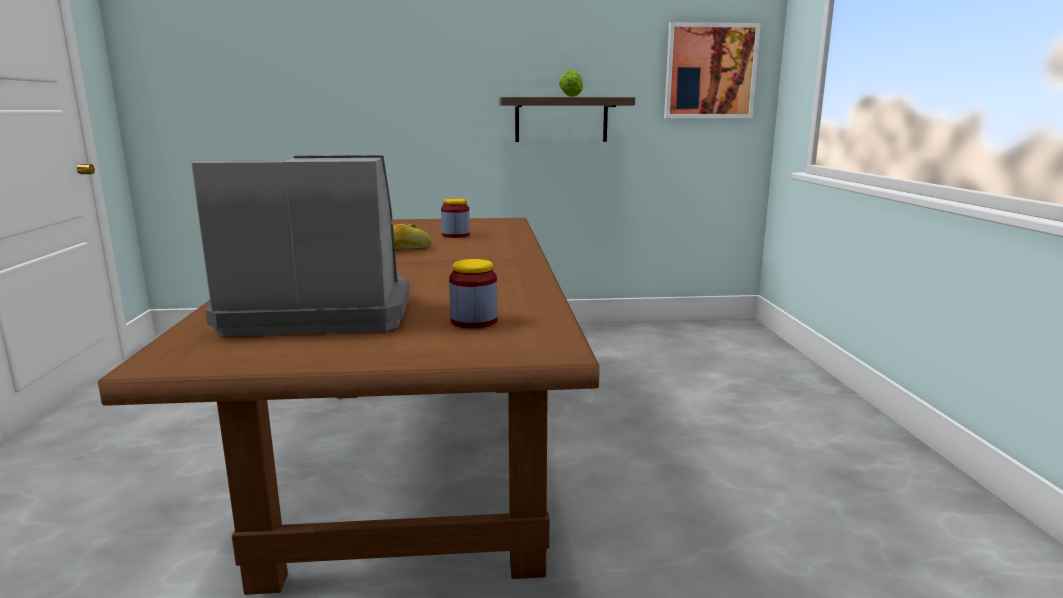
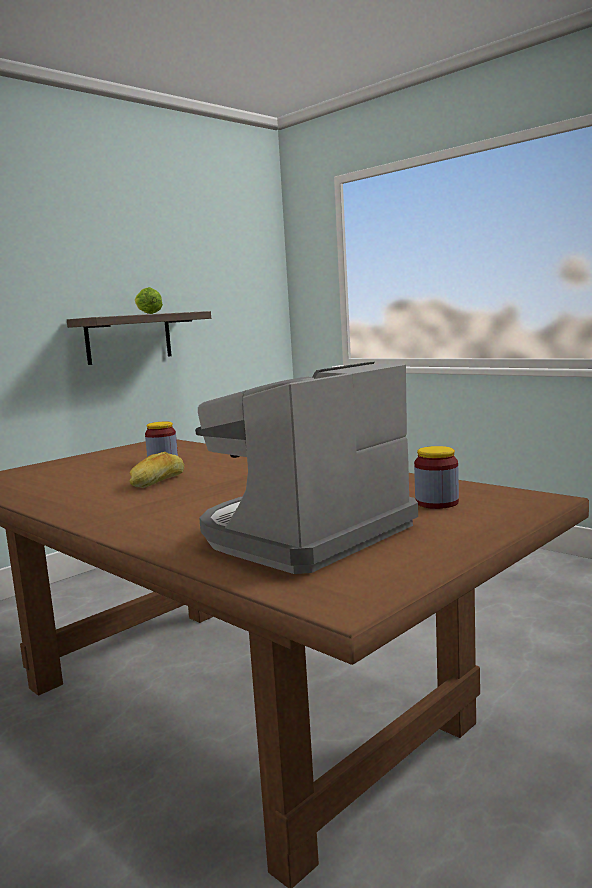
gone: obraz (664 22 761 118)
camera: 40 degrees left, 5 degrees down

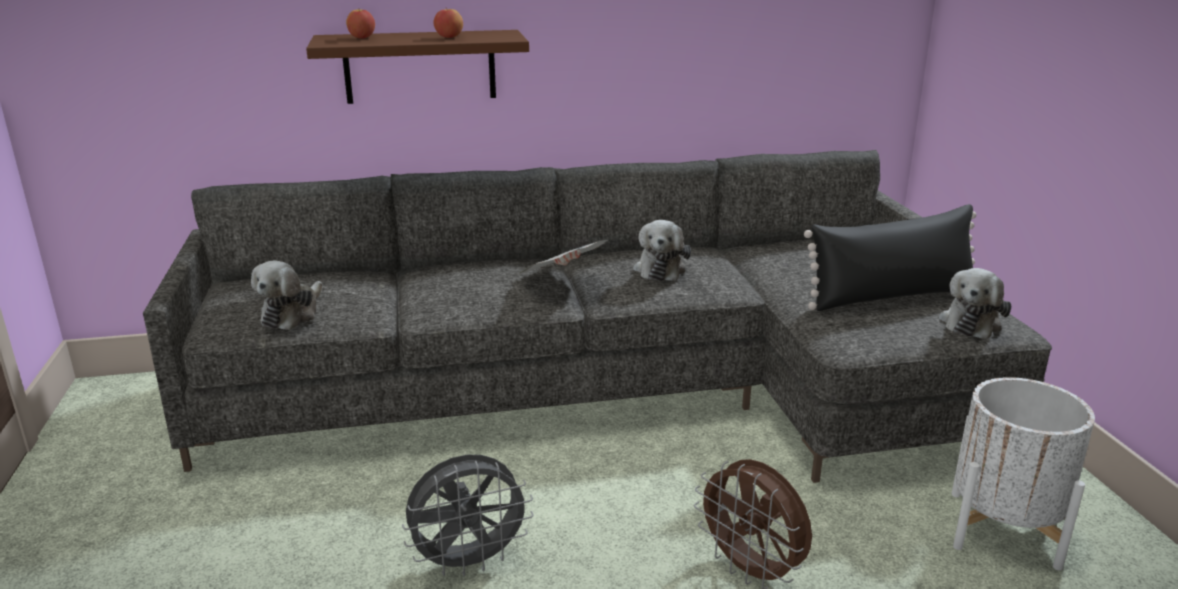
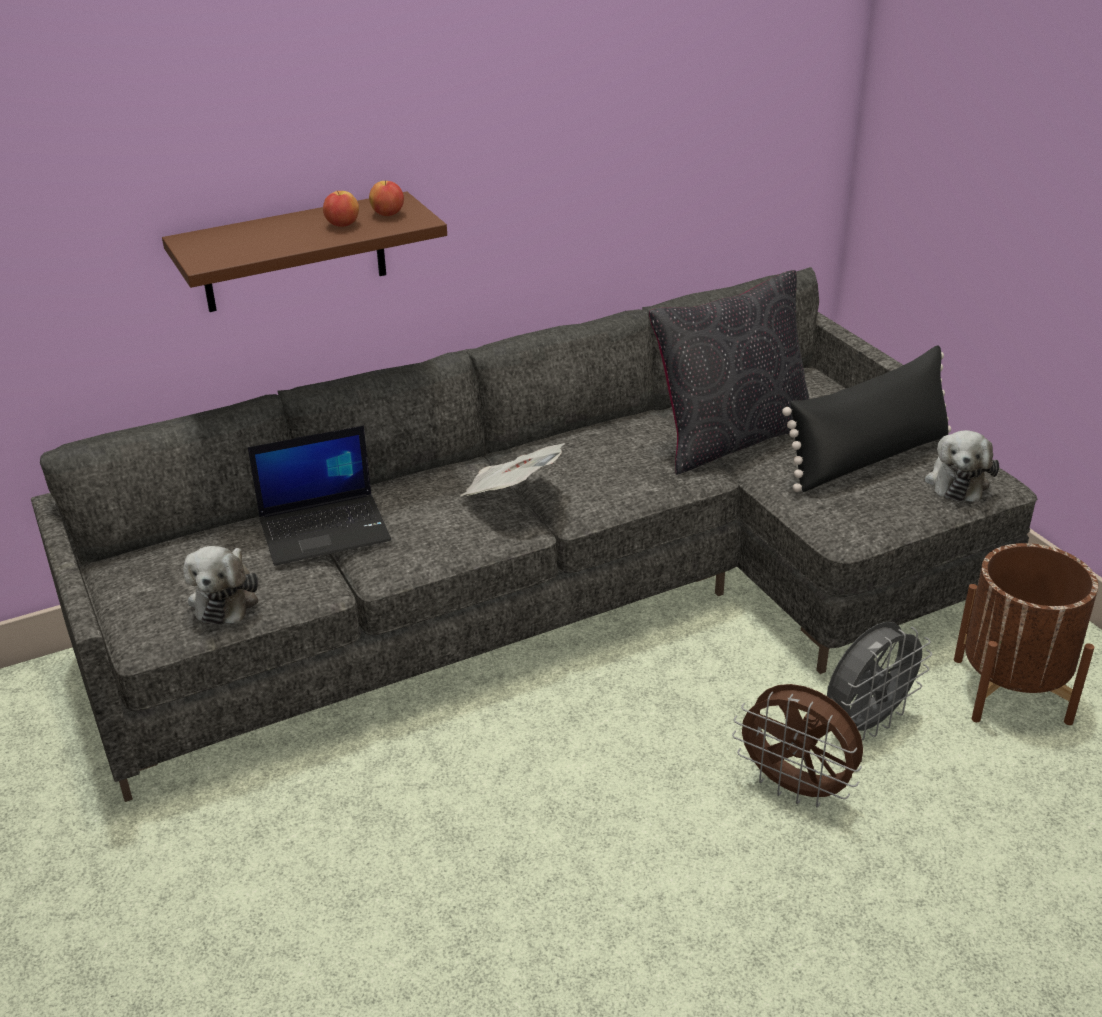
gone: pluszak (633 220 691 281)
new: laptop (248 426 391 566); poduszka [czarny] (649 270 809 475)
shifted: jabłko (346 9 375 39) to (369 181 404 216); wentylator [szary] (402 455 533 576) to (827 622 932 740)
repainted: donica [biały] (951 377 1095 571) to donica [brązowy] (954 543 1098 725)
camera: 15 degrees left, 10 degrees up

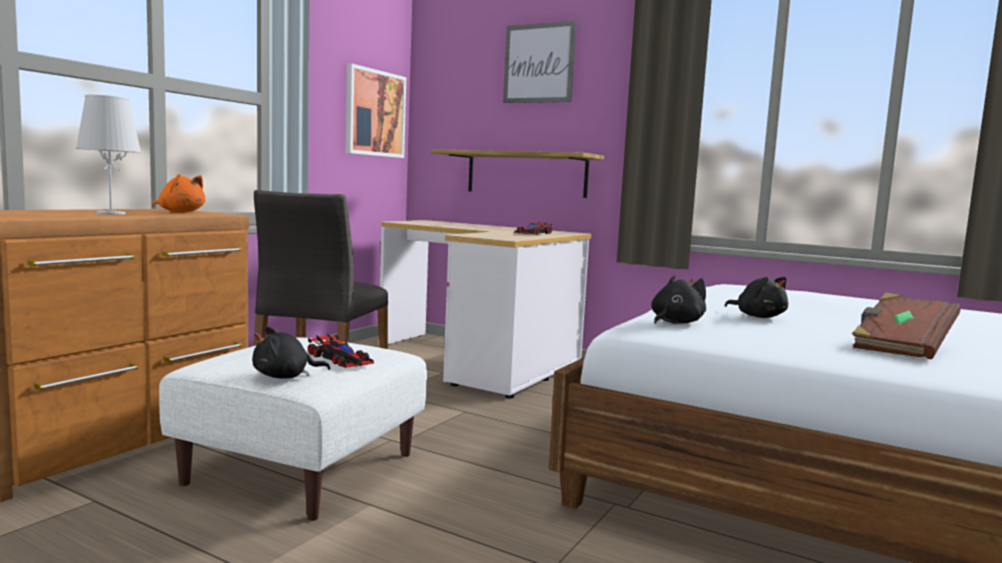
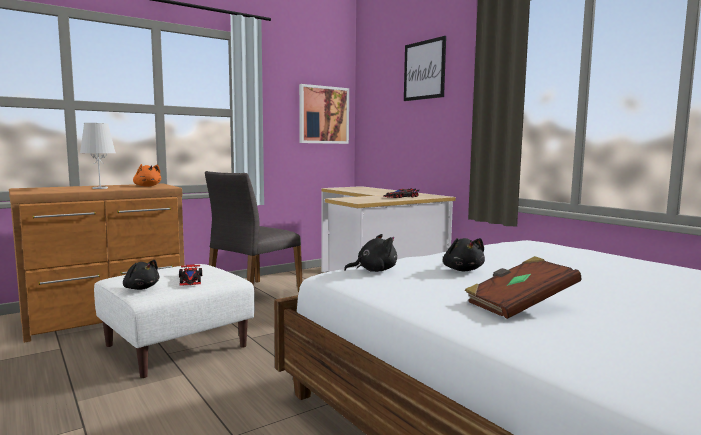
gone: półka (431 149 604 198)
rotated: pluszak [czarny] (252 326 330 379) = (123 260 159 290) 150 degrees counterclockwise
camera: 25 degrees right, 0 degrees up

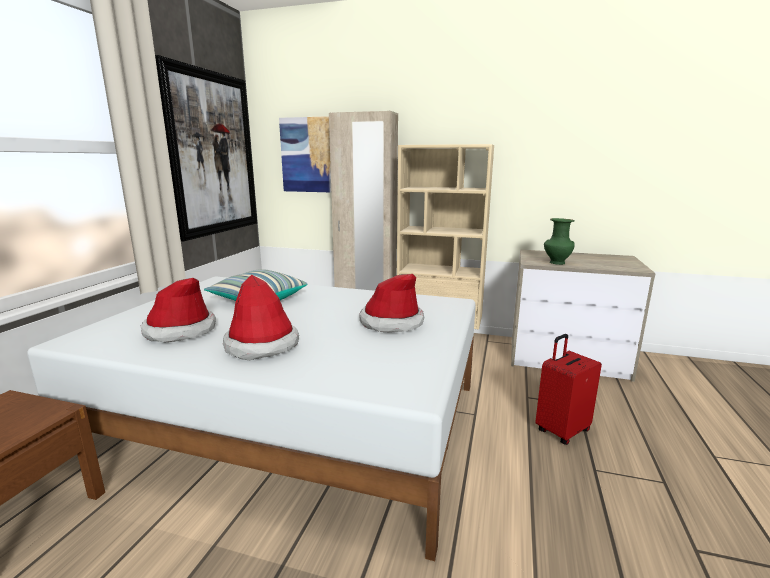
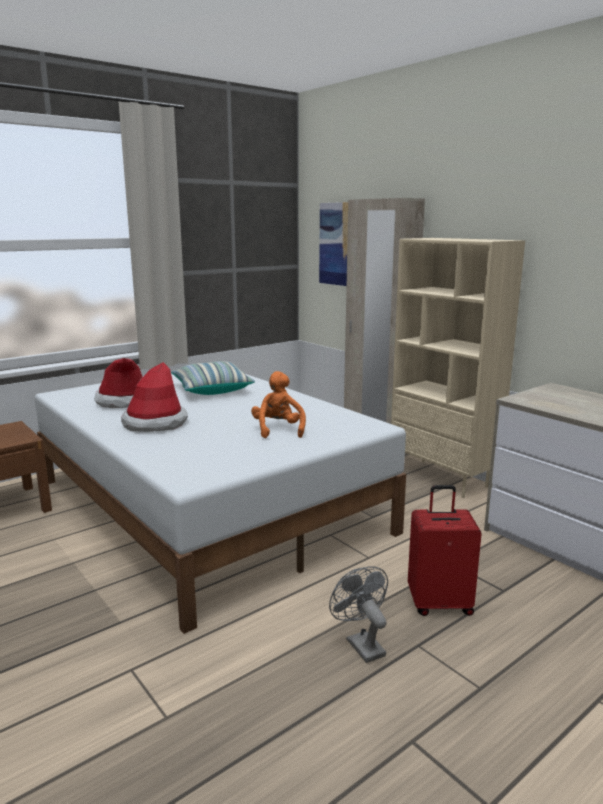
gone: obraz (155 55 257 241); wazon [zielony] (544 218 575 265)
new: wentylator [szary] (329 566 388 663)
swapped: kapelusz (359 274 424 333) to pluszak [pomarańczowy] (251 371 306 438)
camera: 35 degrees right, 0 degrees up

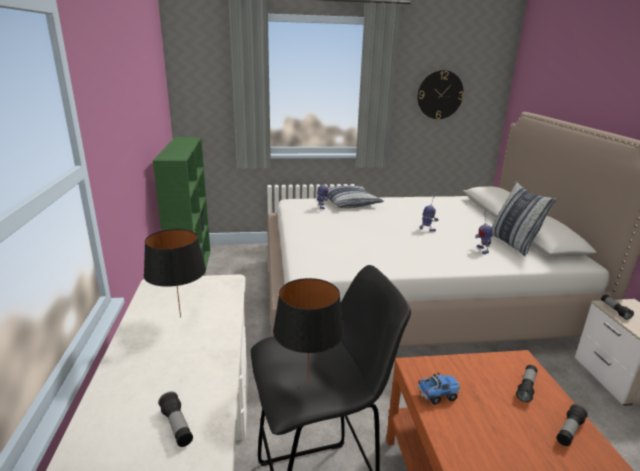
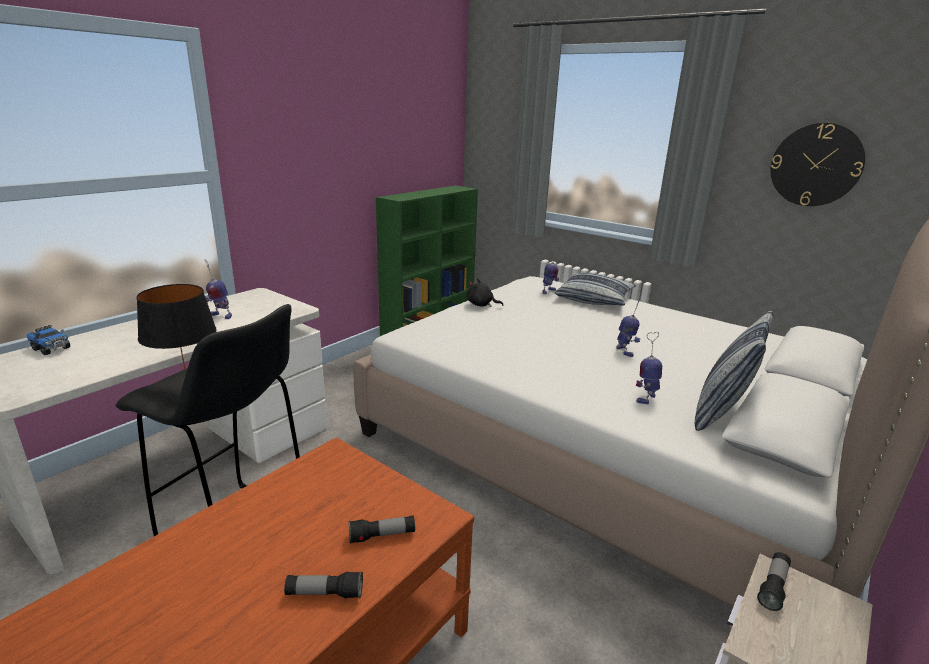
gone: latarka (158 392 193 447)
new: pluszak [czarny] (467 278 504 307)
shifted: ciężarówka zabawkowa (417 373 460 405) to (26 325 70 355)
swapped: lampa stołowa [czarny] (144 229 206 318) to robot zabawkowy (205 259 232 319)
camera: 45 degrees right, 0 degrees up

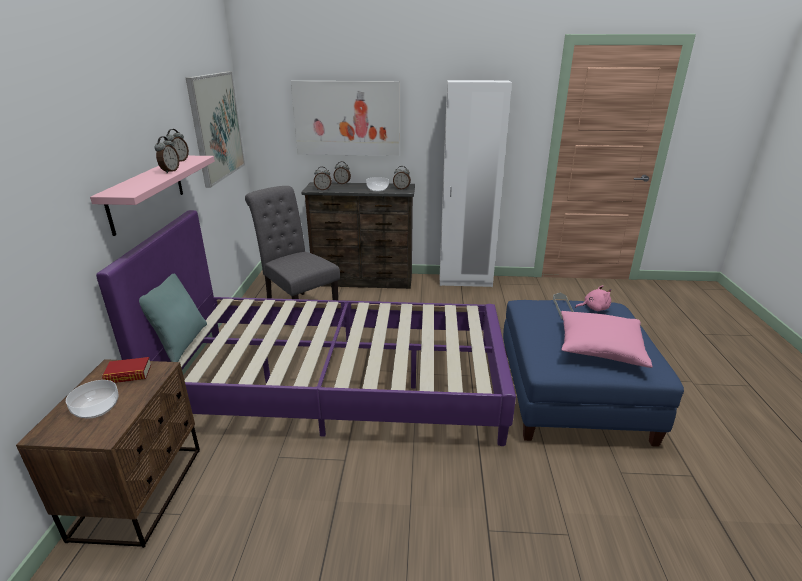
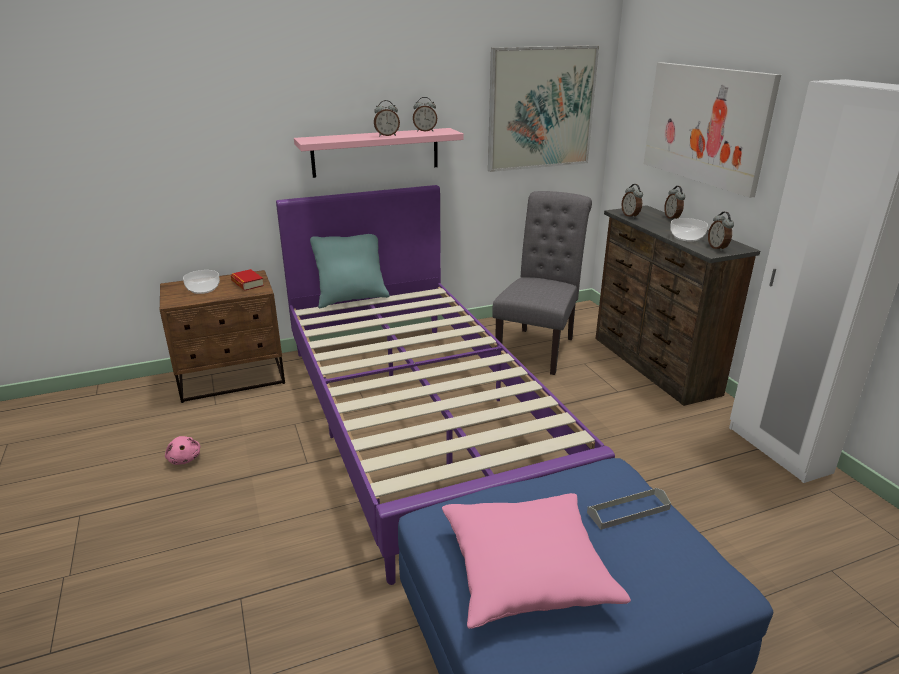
shifted: pluszak [różowy] (575 285 611 311) to (165 436 200 465)
camera: 65 degrees right, 0 degrees up

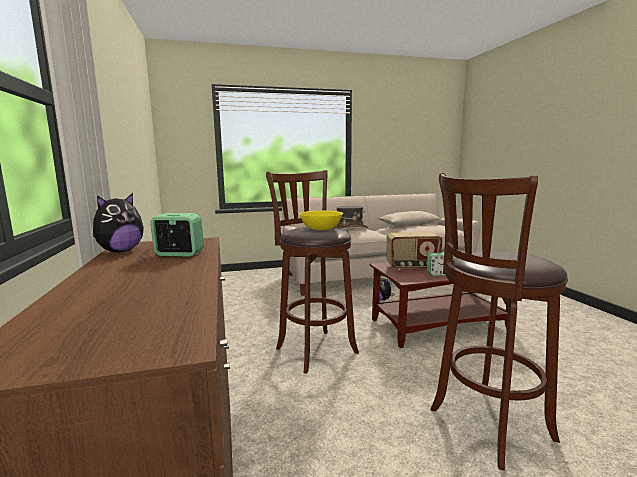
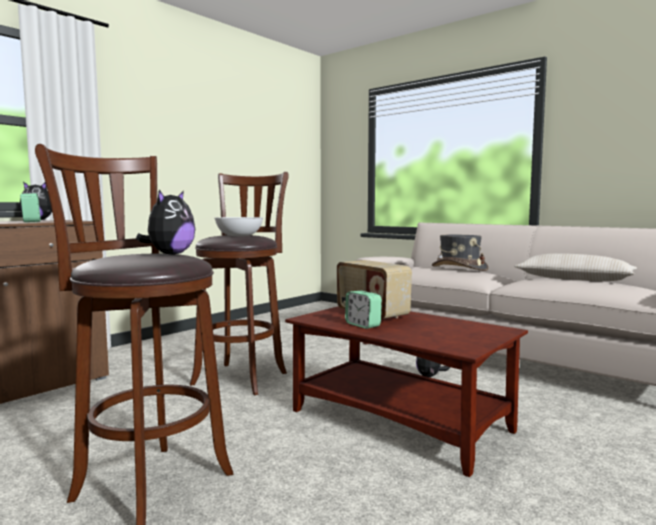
new: pluszak (136 190 195 255)
repainted: miska [żółty] (299 211 343 230) to miska [biały] (215 217 264 236)
camera: 55 degrees right, 5 degrees down

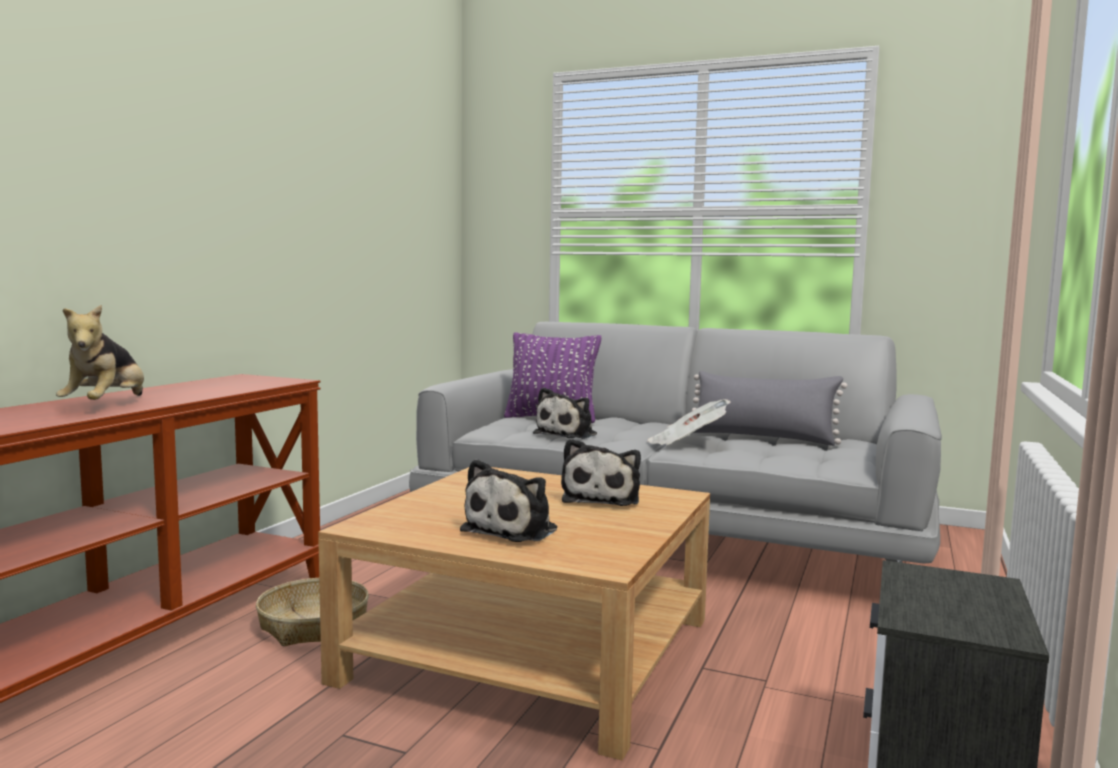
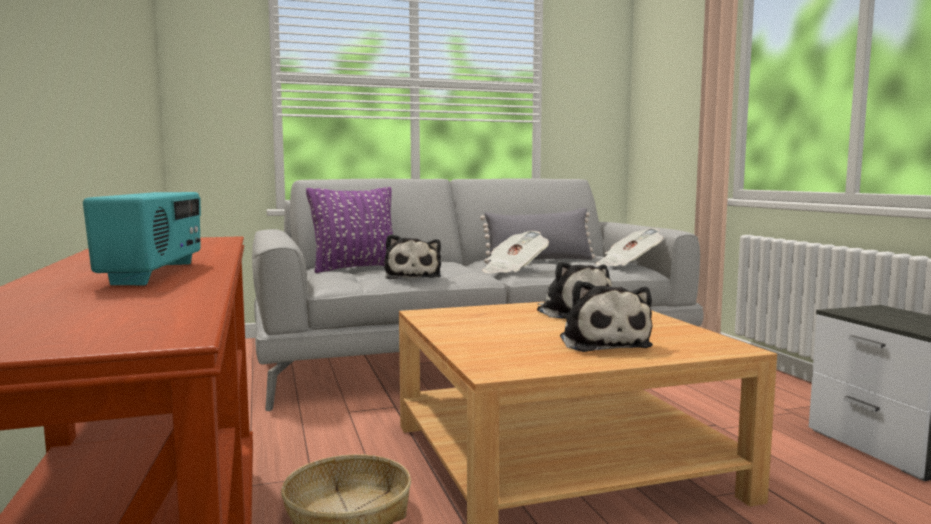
new: gazeta (596 228 663 266)
swapped: pluszak (56 305 144 400) to radio (83 192 201 285)
camera: 40 degrees left, 0 degrees up

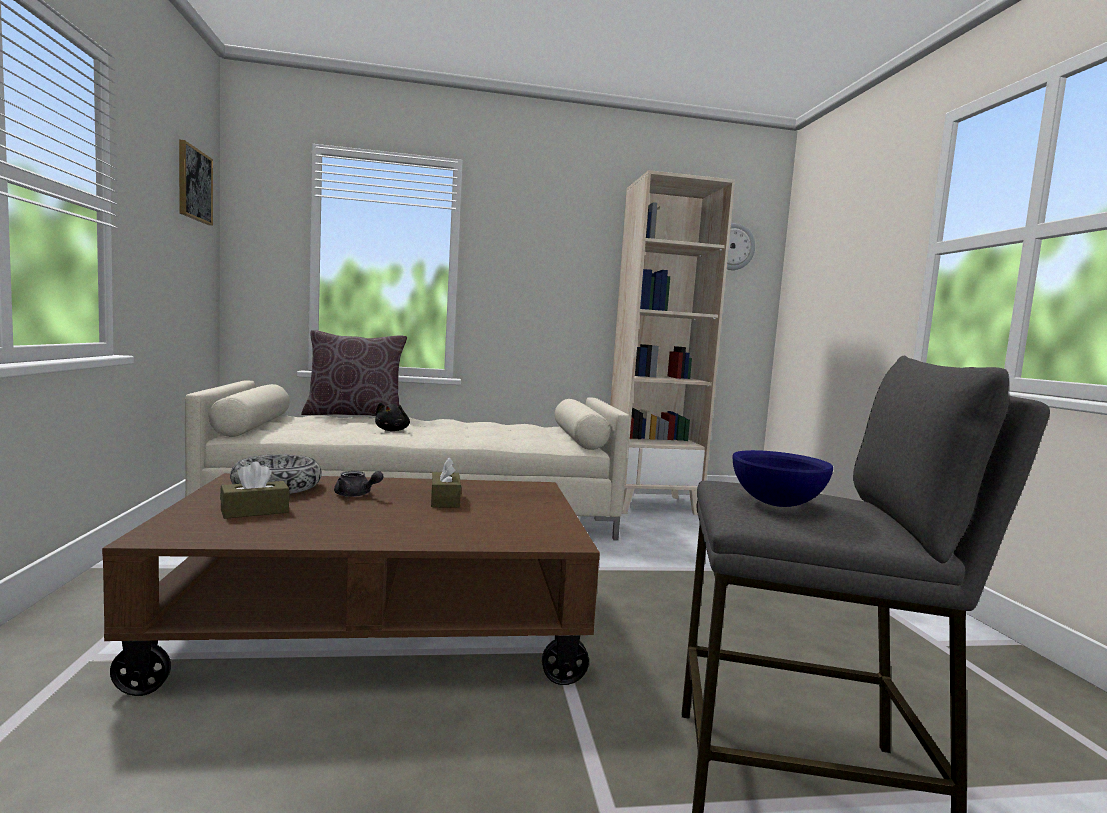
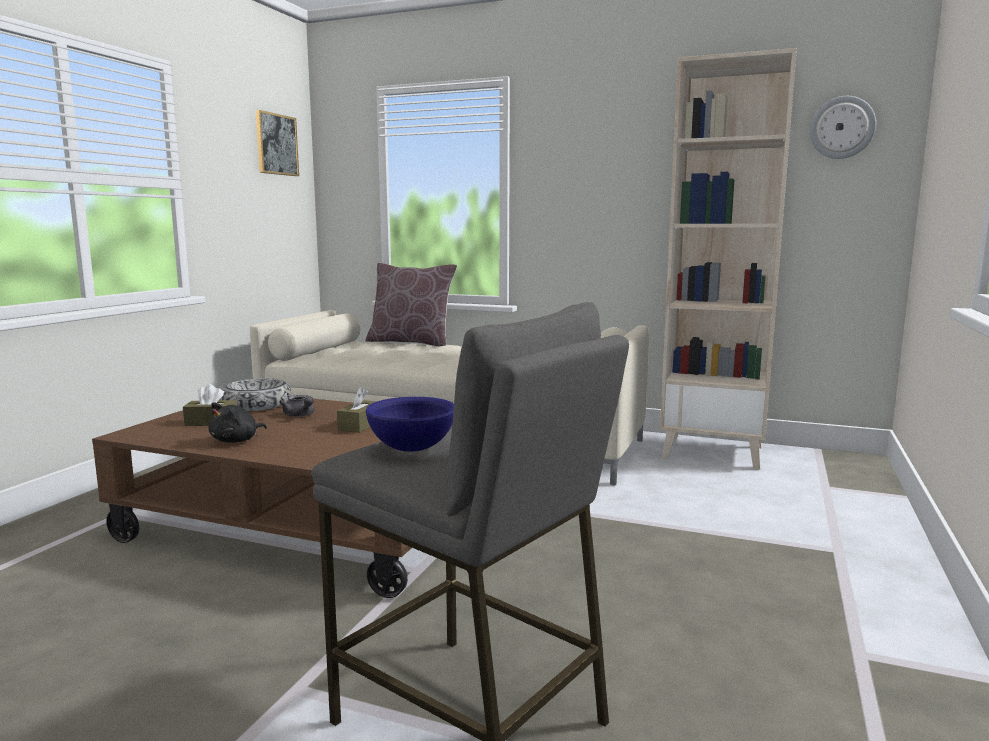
shifted: pluszak [czarny] (375 402 410 431) to (208 402 267 443)
camera: 30 degrees right, 5 degrees up

